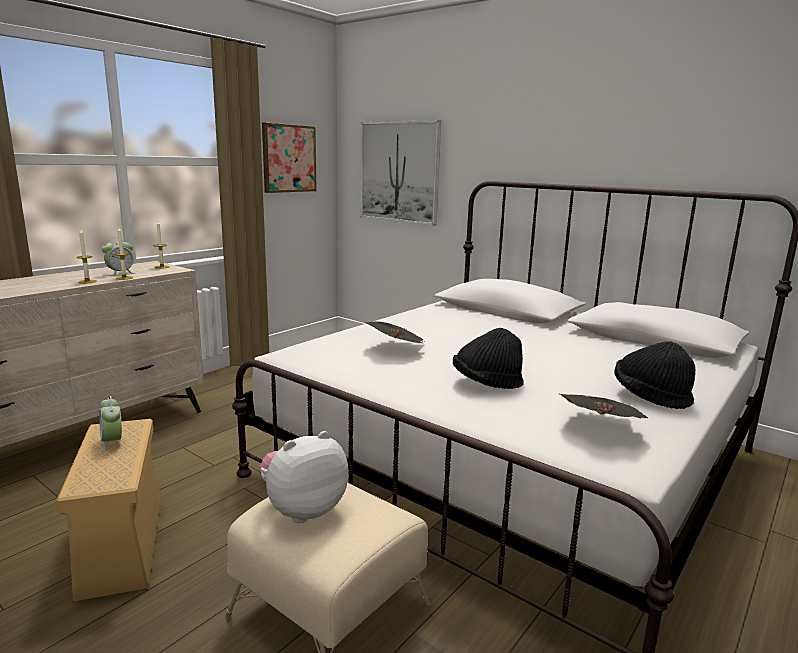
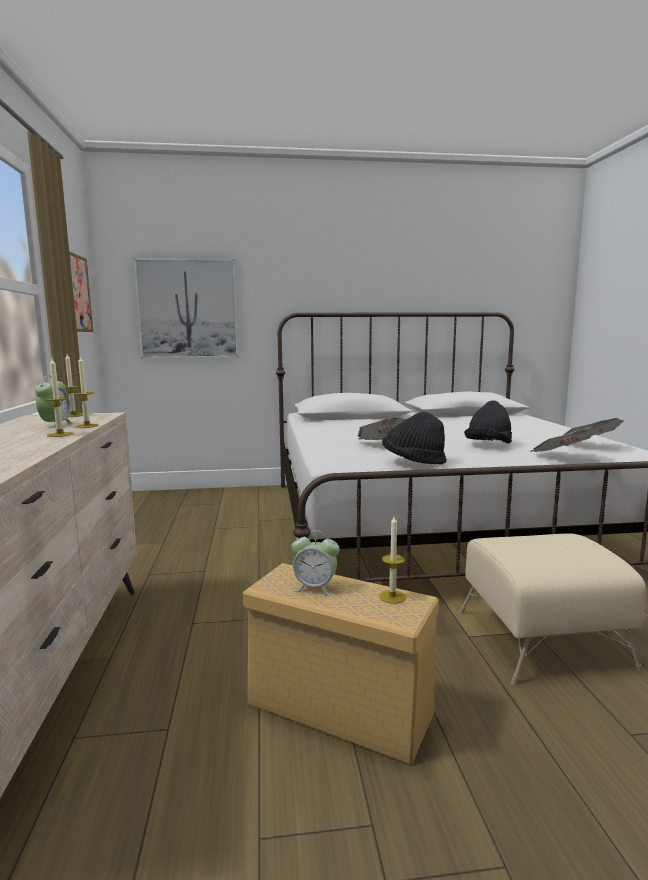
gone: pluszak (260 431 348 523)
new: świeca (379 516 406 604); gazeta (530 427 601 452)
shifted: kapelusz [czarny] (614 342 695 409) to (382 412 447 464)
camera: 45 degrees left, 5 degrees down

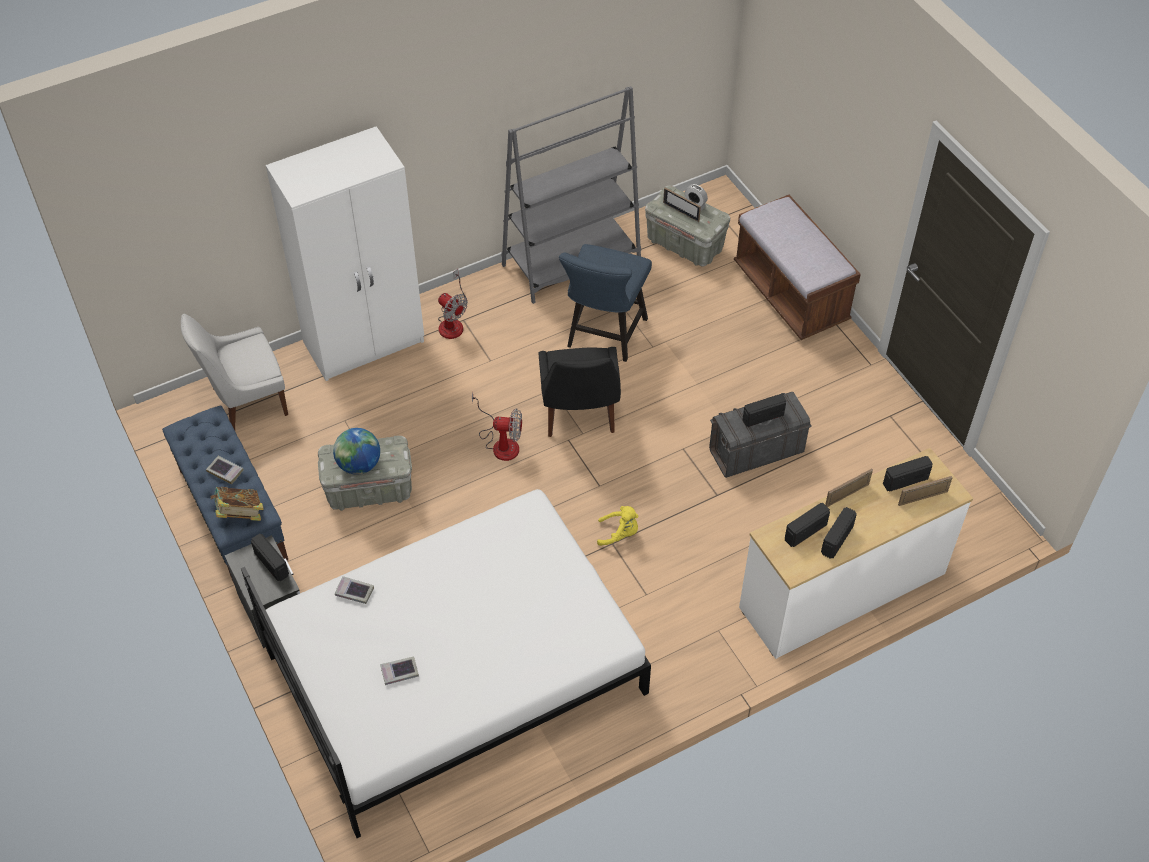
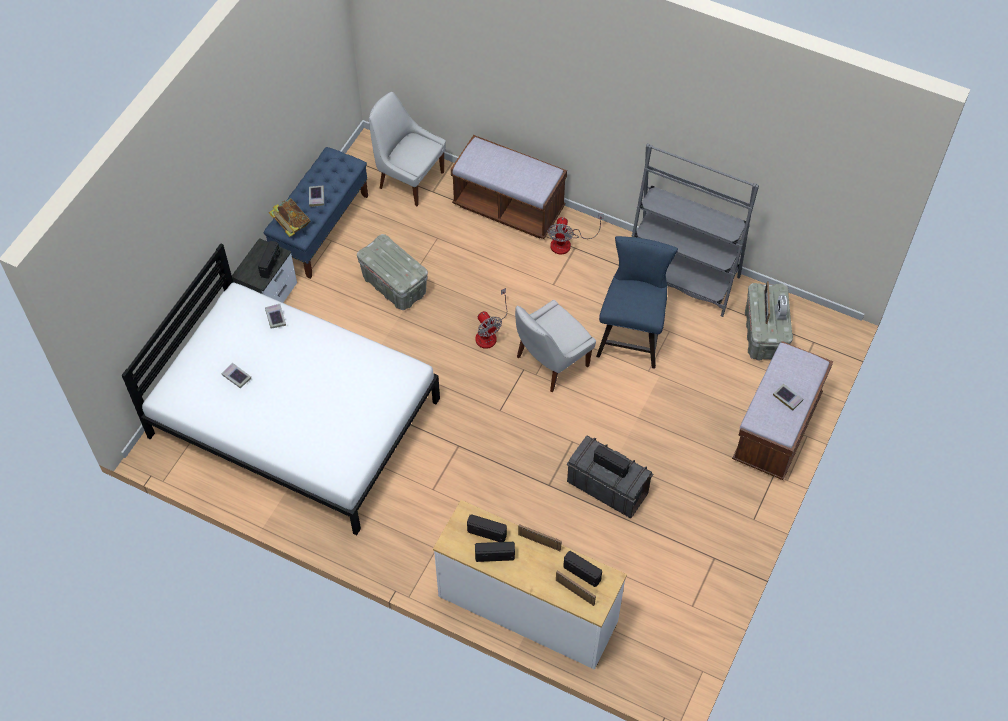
gone: globus (333 428 380 475); pluszak [żółty] (597 506 639 546)
new: książka (773 384 803 411)
swapped: szafa [biały] (266 126 424 381) to ławka [brązowy] (451 135 567 239)
repainted: krzesło [czarny] (538 347 621 437) to krzesło [biały] (515 300 596 392)
rotated: krzesło [niebieski] (559 244 652 362) = (596 236 678 369) 120 degrees clockwise
camera: 55 degrees right, 5 degrees up

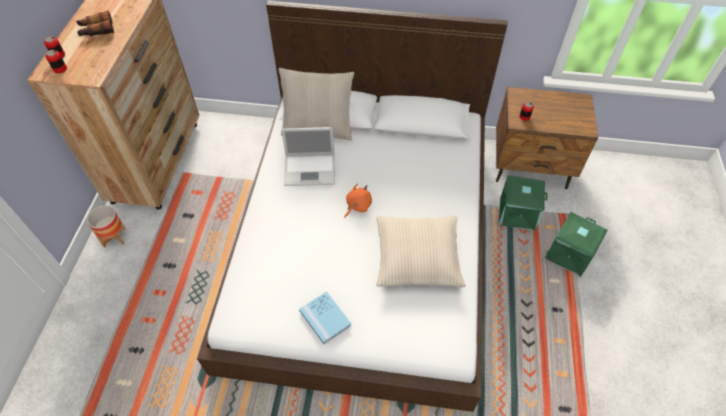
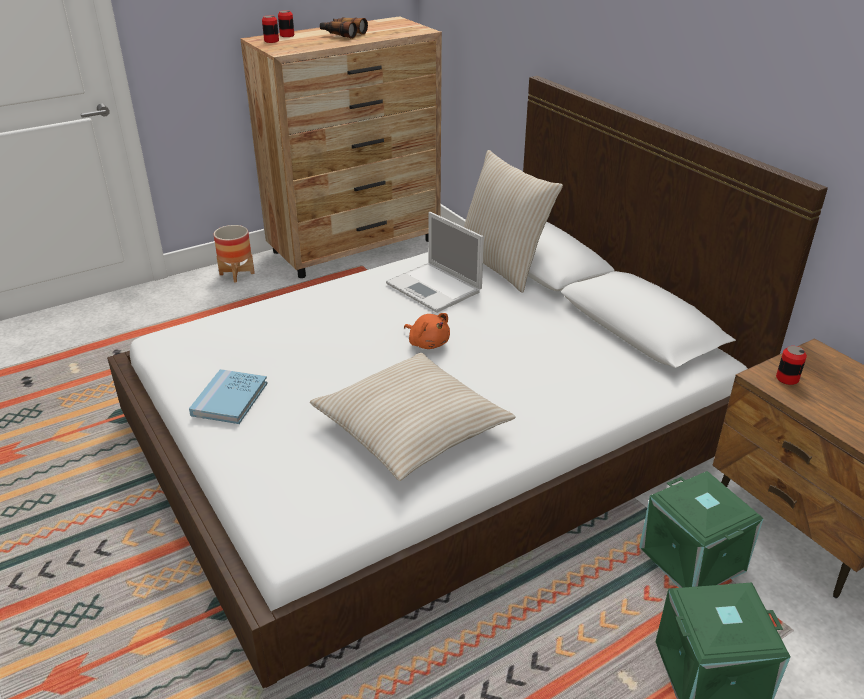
rotated: pluszak [pomarańczowy] (344 184 372 218) = (404 313 450 349) 45 degrees clockwise
camera: 50 degrees right, 20 degrees down

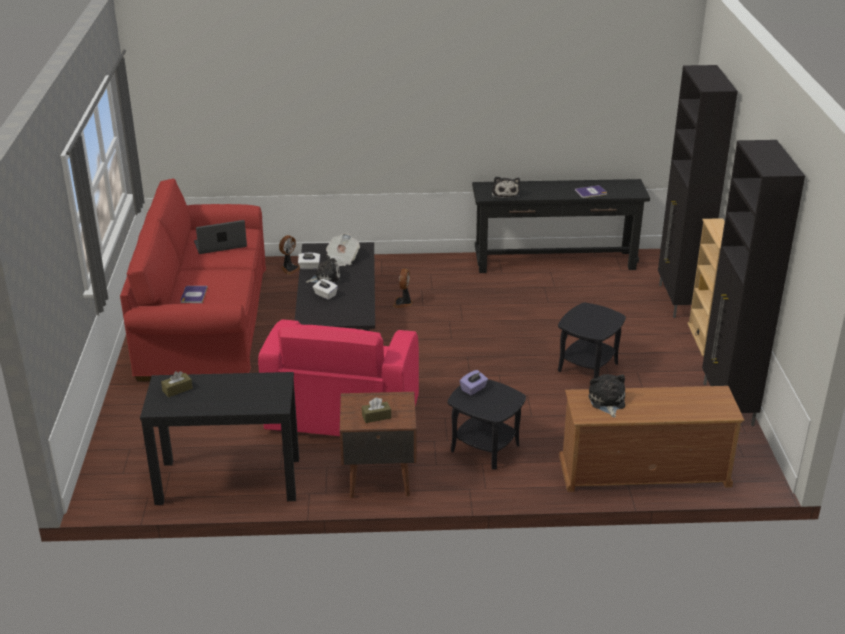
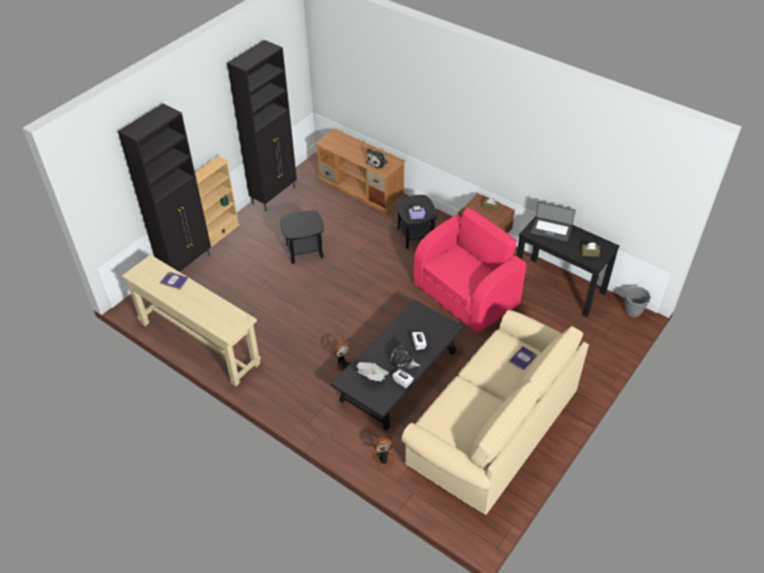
gone: pluszak (492 176 520 199)
new: donica [szary] (625 286 651 317)
shifted: laptop (194 220 247 254) to (531 202 576 242)
repainted: kanapa [czerwony] (120 178 266 382) to kanapa [beżowy] (401 310 589 515); stolik konsolowy [czarny] (472 179 650 273) to stolik konsolowy [beżowy] (122 254 261 386)
camera: 140 degrees left, 15 degrees up

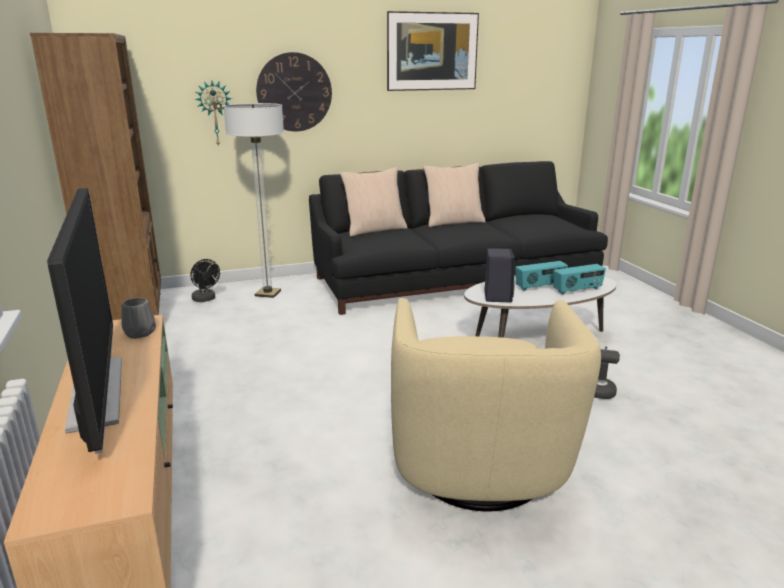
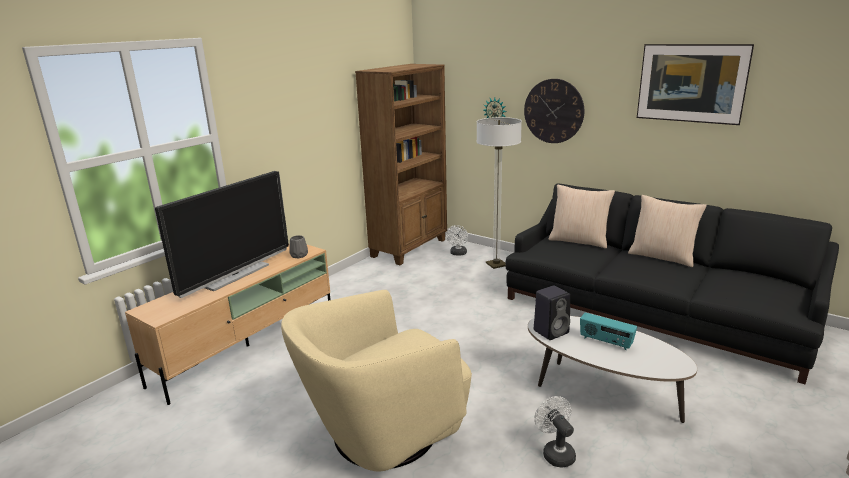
gone: radio (553 264 606 295)
repainted: wentylator [czarny] (190 259 220 302) to wentylator [biały] (446 225 468 255)
camera: 55 degrees right, 0 degrees up

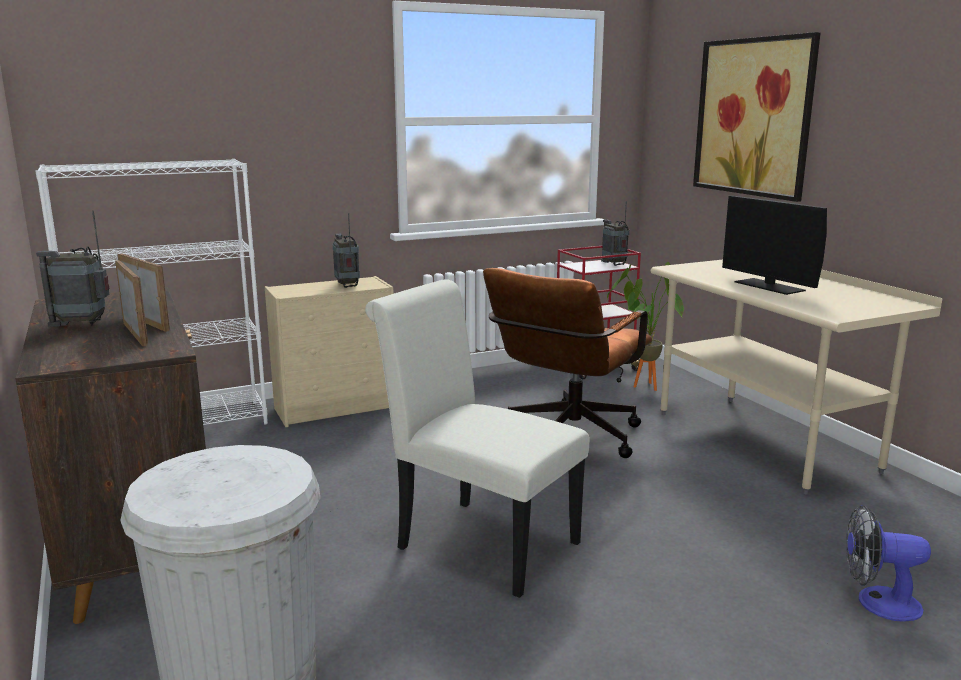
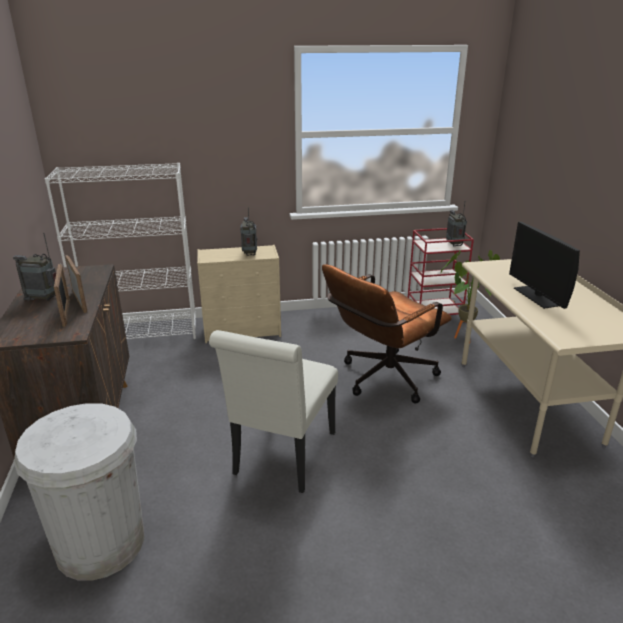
gone: obraz (693 32 821 202); wentylator (846 505 931 622)
rotated: krzesło [biały] (365 279 590 598) = (209 330 338 493) 120 degrees counterclockwise
camera: 15 degrees right, 10 degrees up

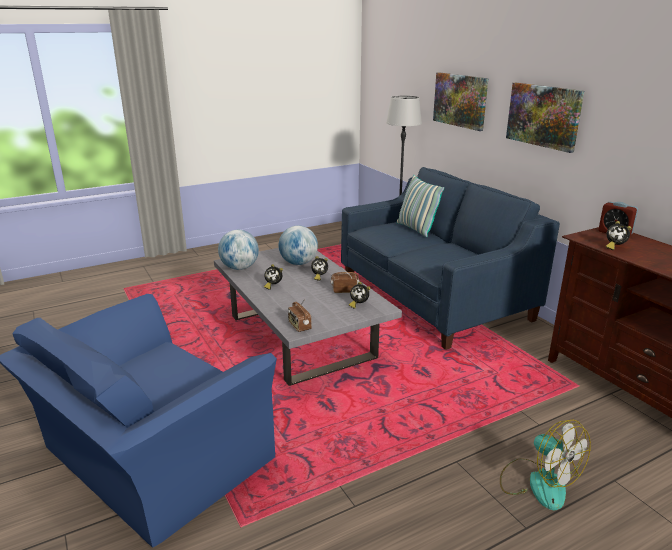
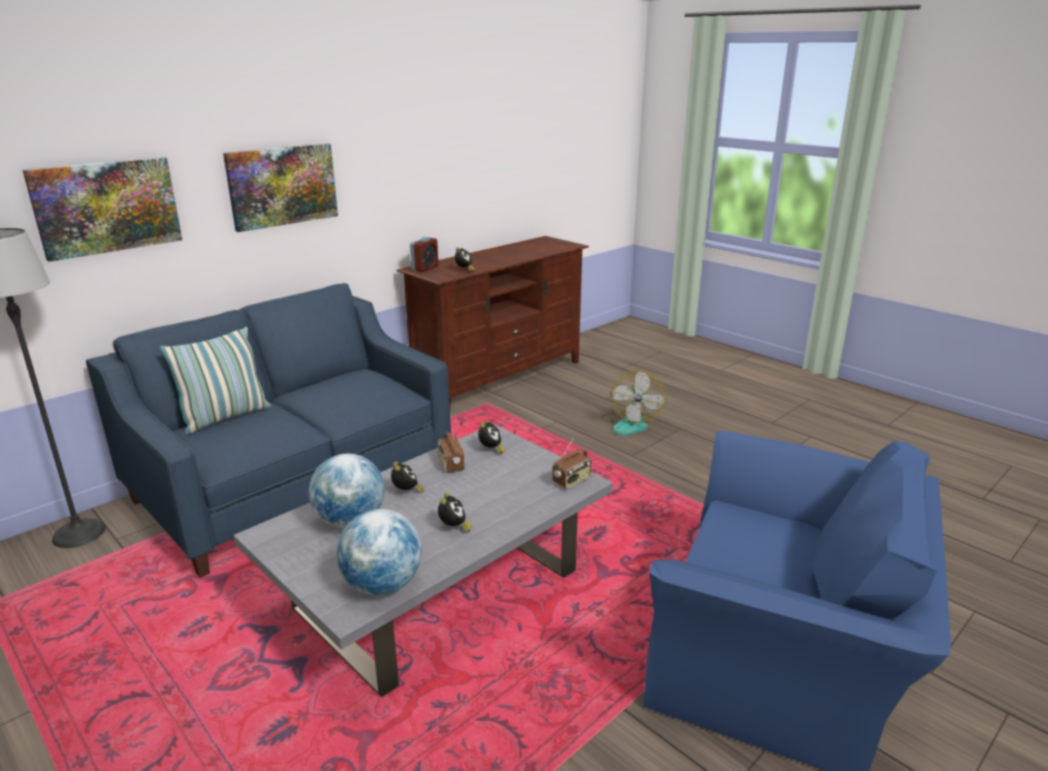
rotated: wentylator (500 420 591 510) = (601 370 666 435) 150 degrees clockwise
camera: 105 degrees left, 0 degrees up

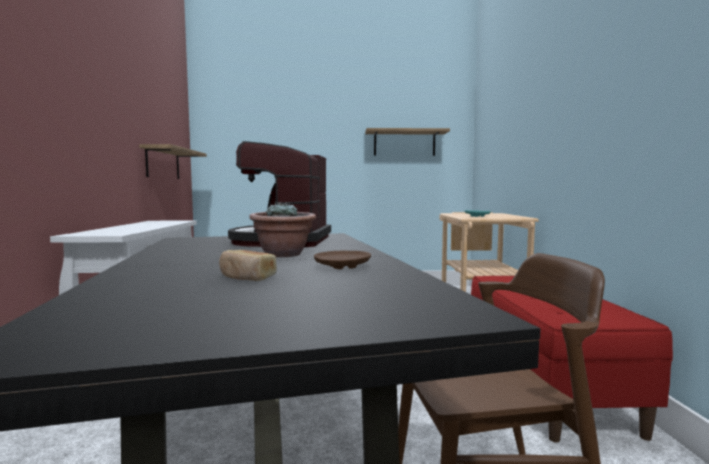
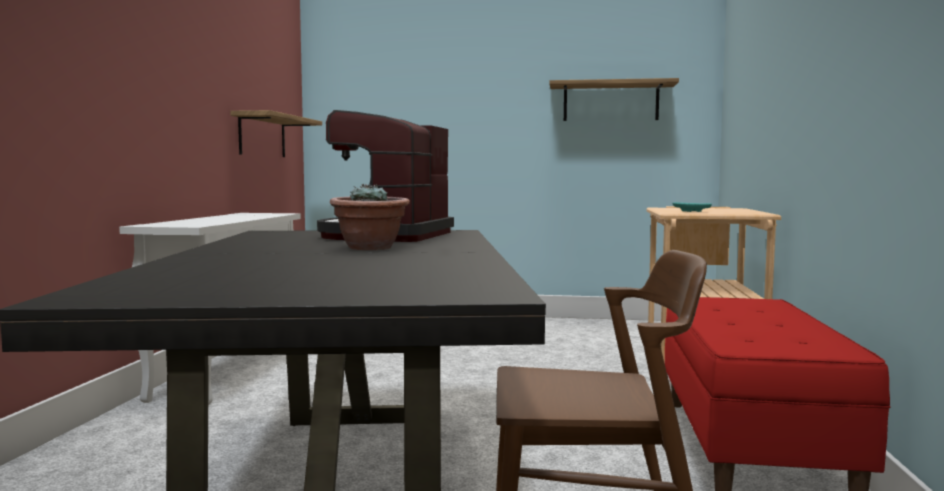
gone: chleb (219 250 277 281); talerz [brązowy] (314 251 371 269)
camera: 10 degrees right, 0 degrees up

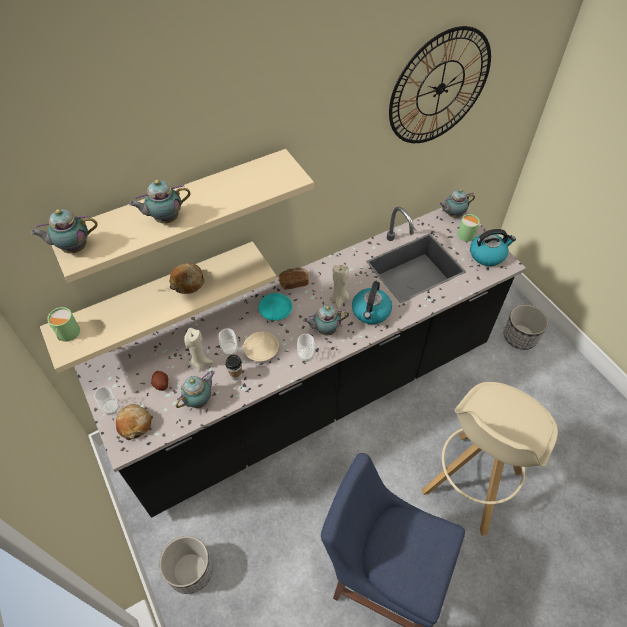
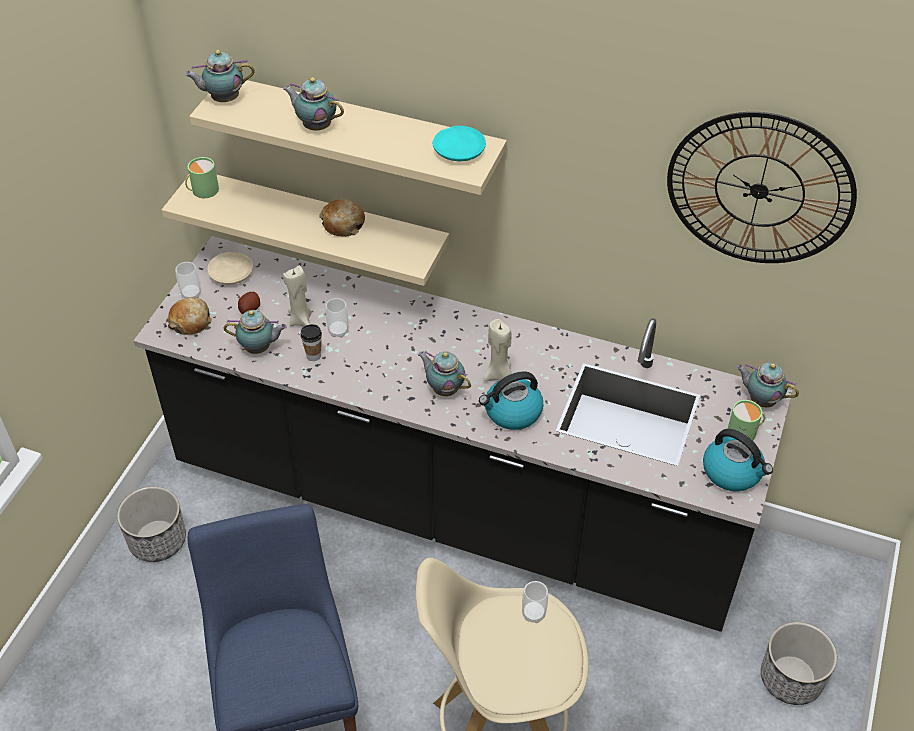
gone: chleb (279 267 309 290)
shifted: talerz [beżowy] (243 332 279 362) to (207 252 253 284); talerz [turkusowy] (258 293 292 321) to (432 126 486 161); filiżanka (297 334 315 362) to (522 581 548 623)
rotated: imbryk (31 209 98 253) = (185 50 255 102) 45 degrees counterclockwise
camera: 50 degrees right, 5 degrees down

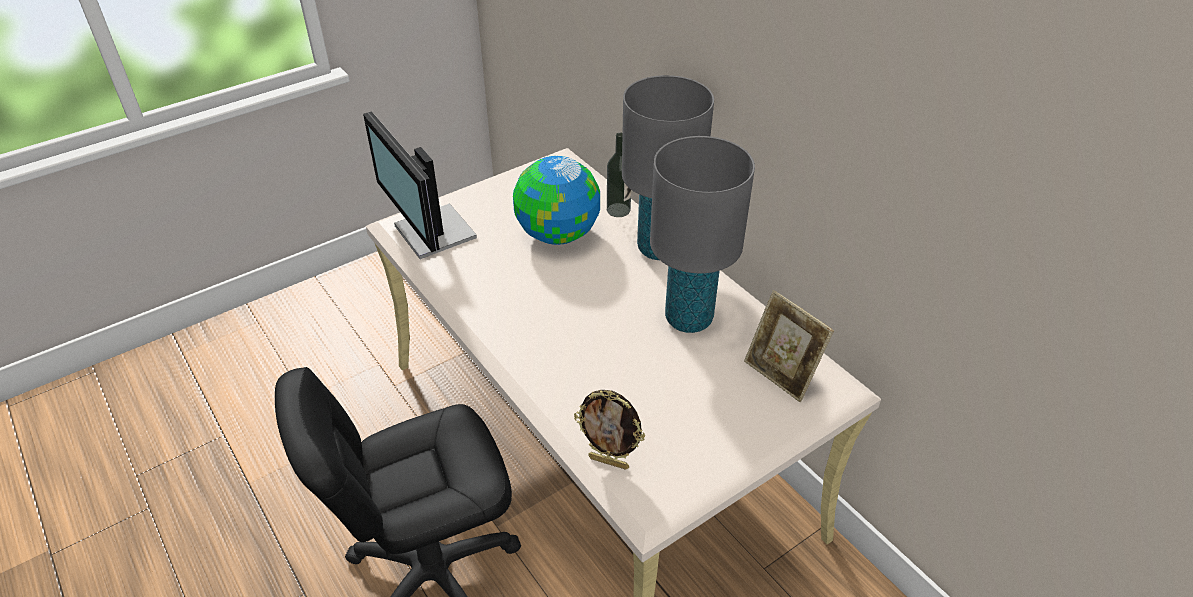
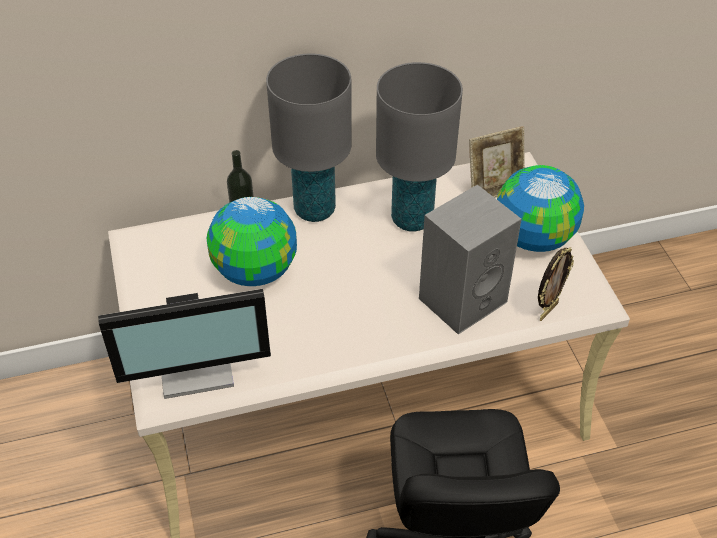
new: głośnik [szary] (419 185 521 335); globus (497 165 584 252)
camera: 70 degrees left, 5 degrees up

